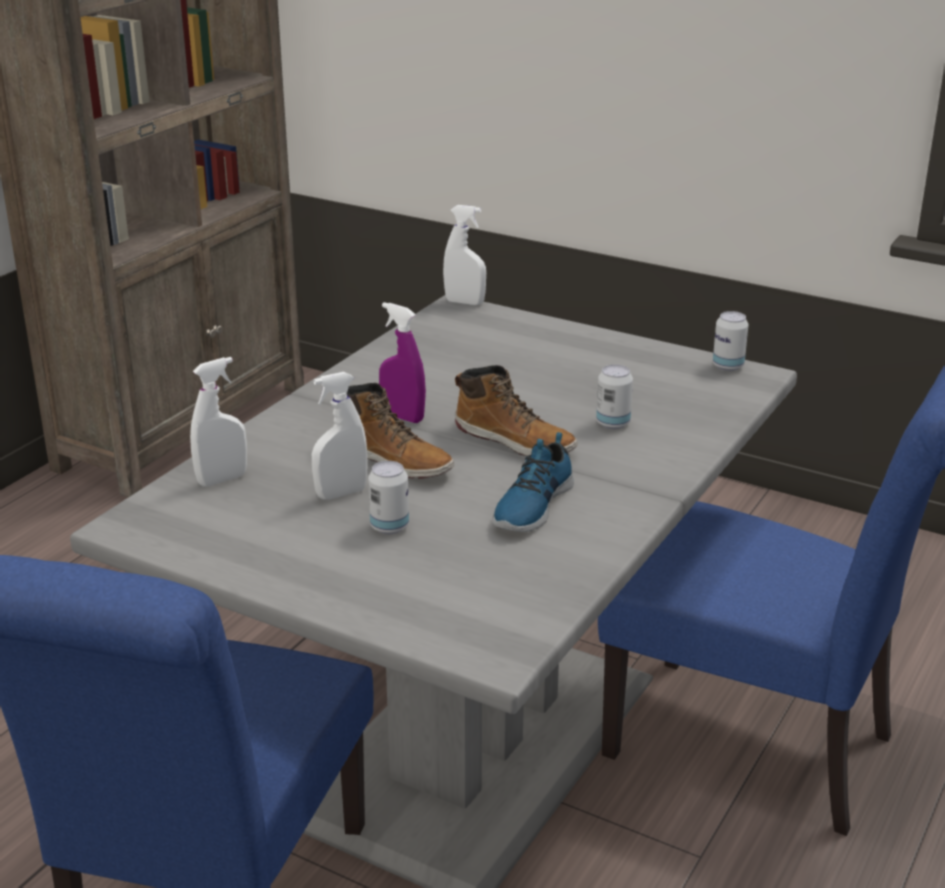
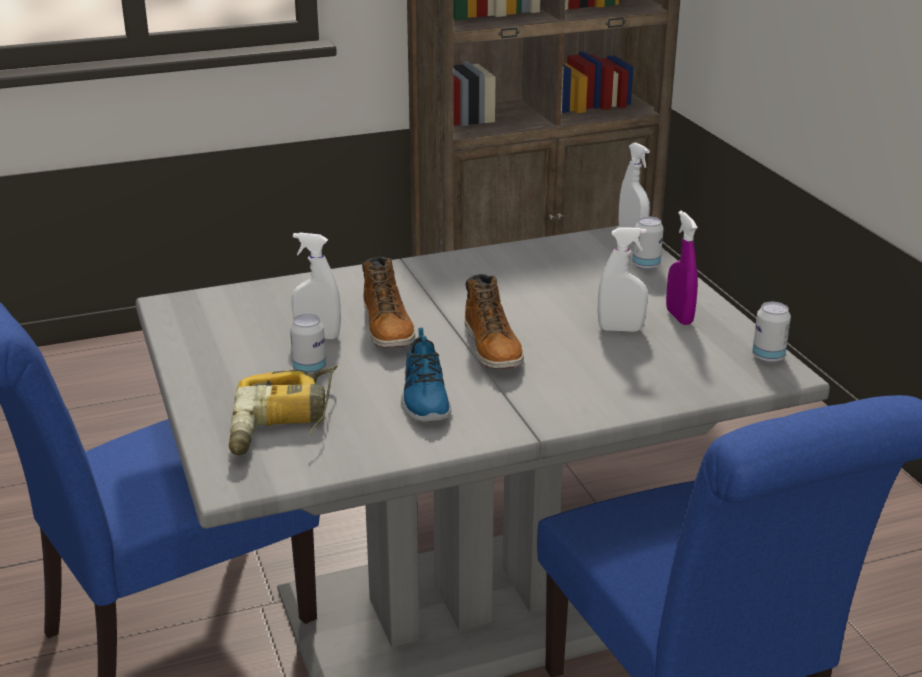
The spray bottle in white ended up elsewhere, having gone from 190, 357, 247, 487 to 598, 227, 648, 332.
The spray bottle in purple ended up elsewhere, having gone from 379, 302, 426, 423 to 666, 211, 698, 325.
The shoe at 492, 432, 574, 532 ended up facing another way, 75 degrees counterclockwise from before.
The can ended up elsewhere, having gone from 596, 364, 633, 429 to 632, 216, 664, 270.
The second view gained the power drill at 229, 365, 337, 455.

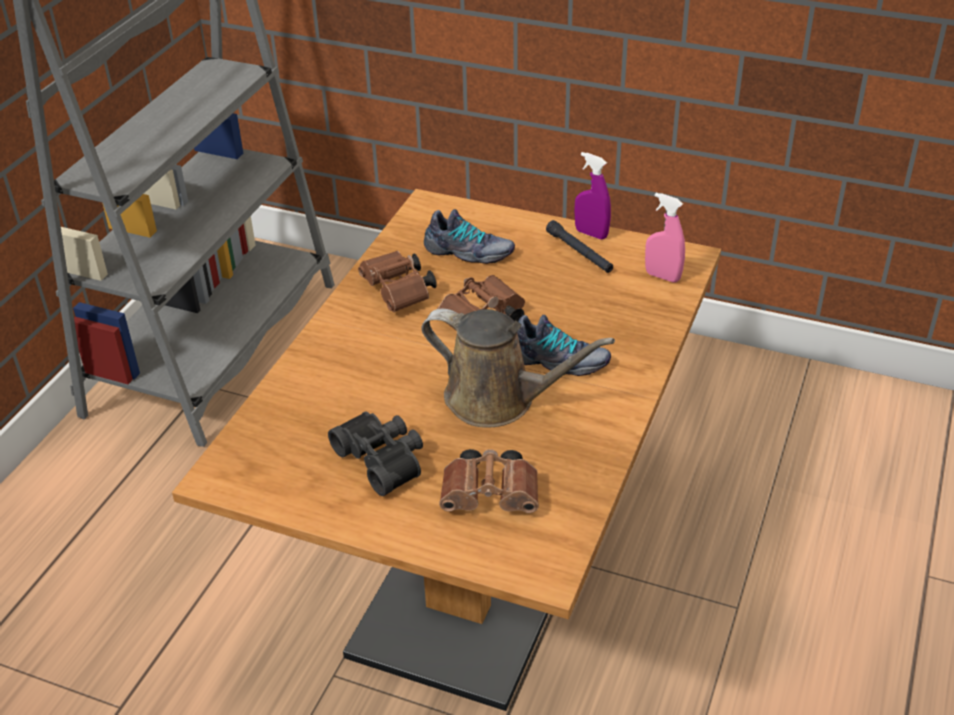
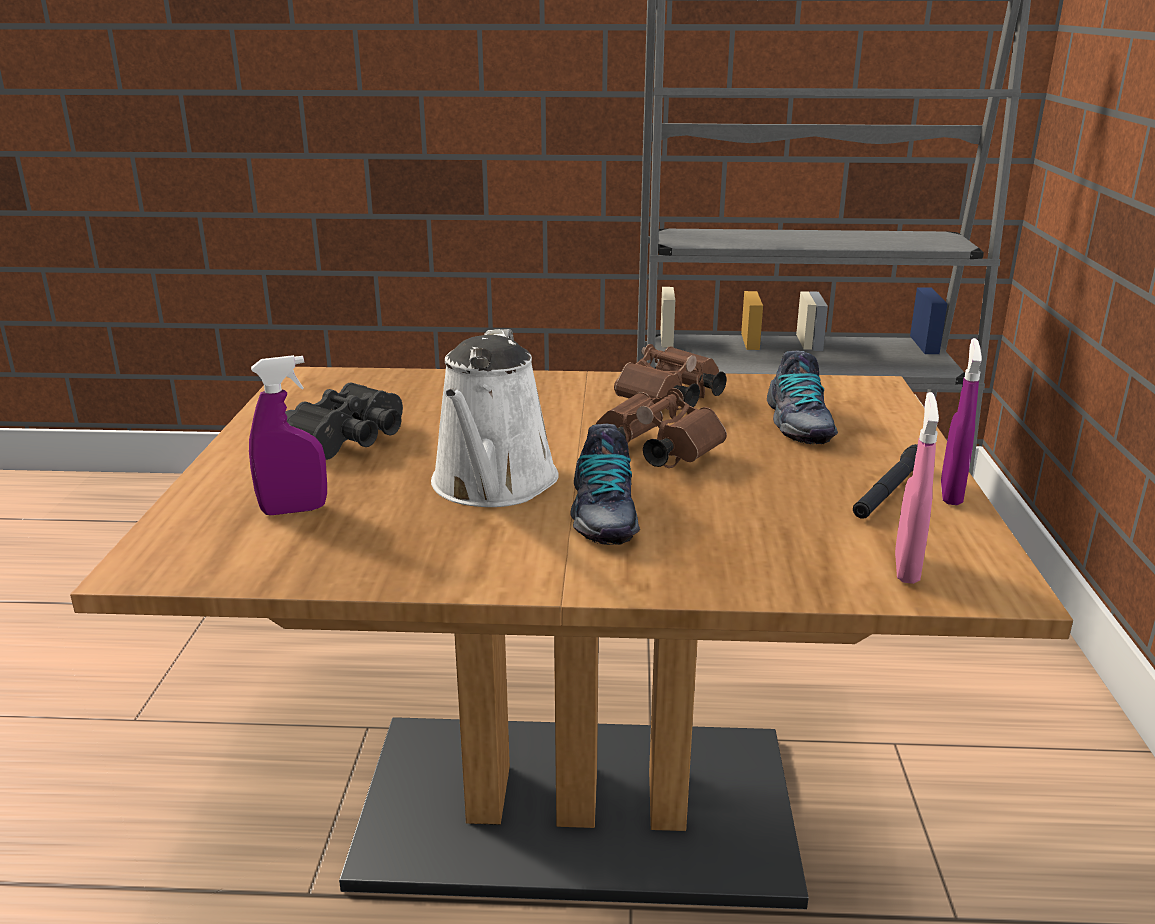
What was the watering can in brown at 421, 309, 615, 428 turned into the watering can in white at 431, 329, 559, 507.
Where the binoculars in brown stood at 439, 449, 539, 513, the spray bottle in purple came to stand at 249, 355, 327, 515.

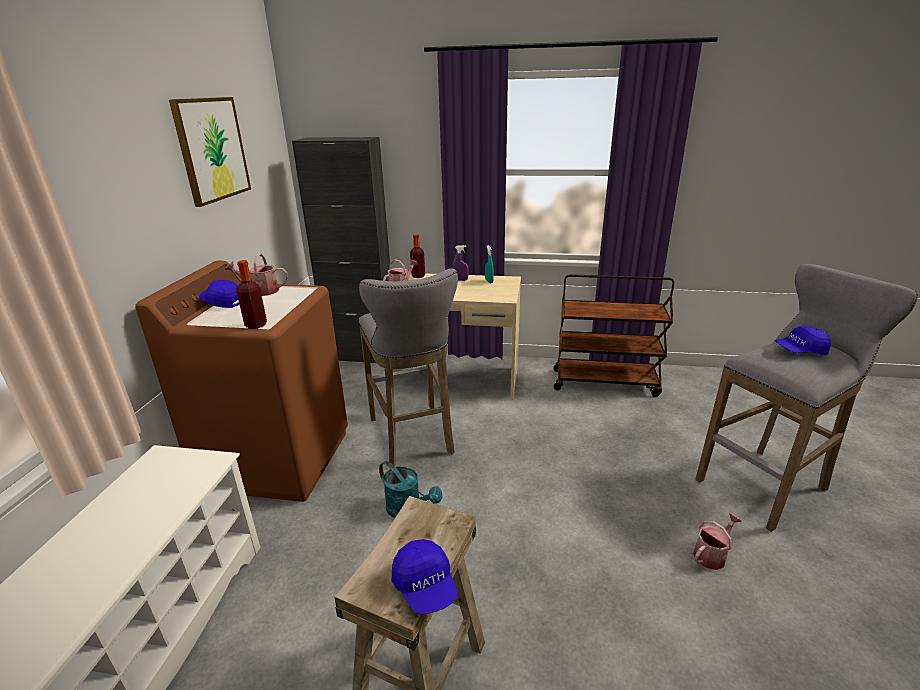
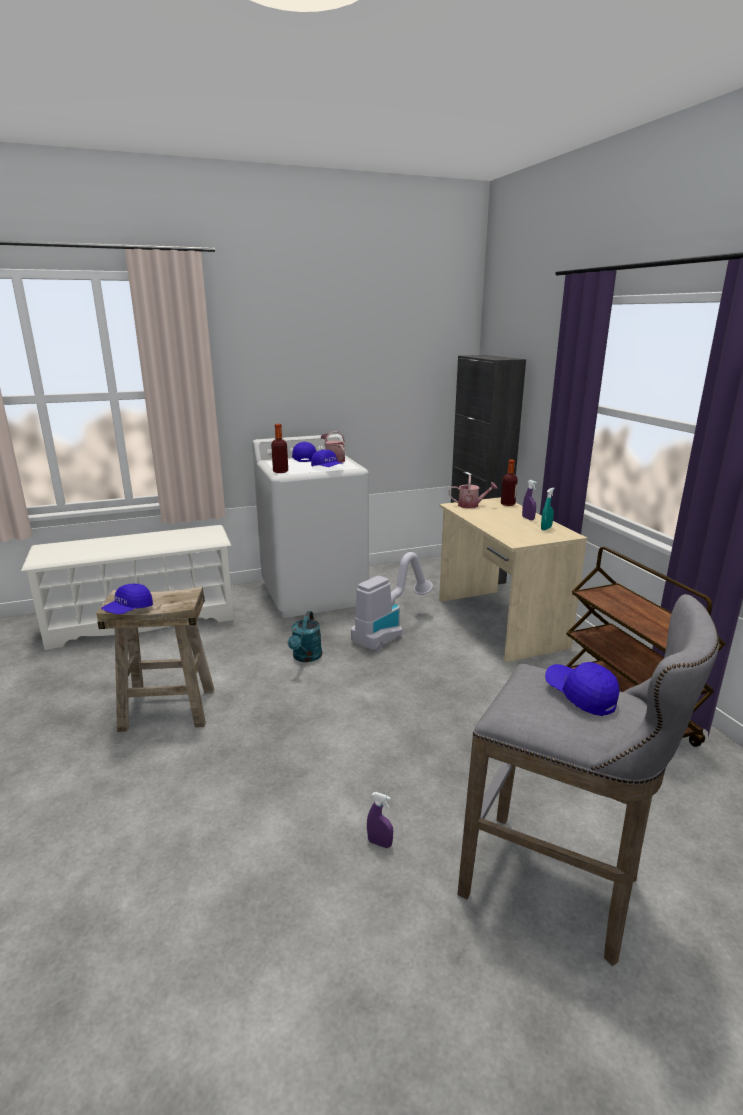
What was the washing machine in brown at 135, 261, 348, 502 turned into the washing machine in white at 252, 434, 369, 618.
The second view lost the picture at 169, 97, 251, 207.
Where the stool in grey stood at 358, 268, 458, 466, the vacuum cleaner came to stand at 351, 552, 433, 651.
Where the watering can stood at 693, 513, 742, 570, the spray bottle in purple came to stand at 367, 792, 393, 848.
The second view gained the cap in blue at 311, 450, 344, 467.

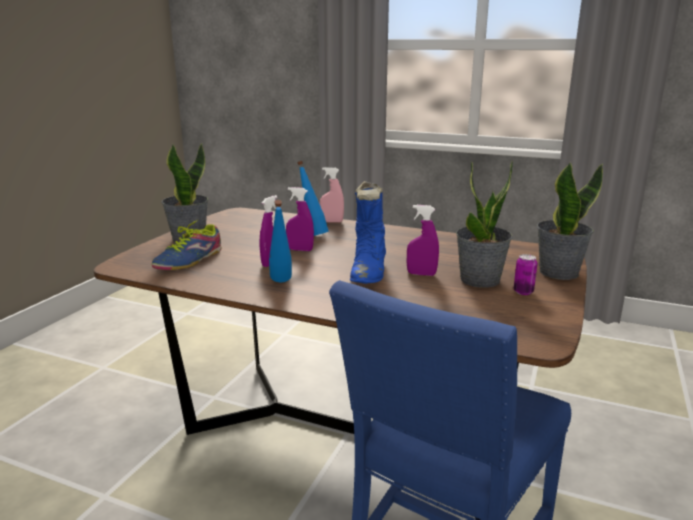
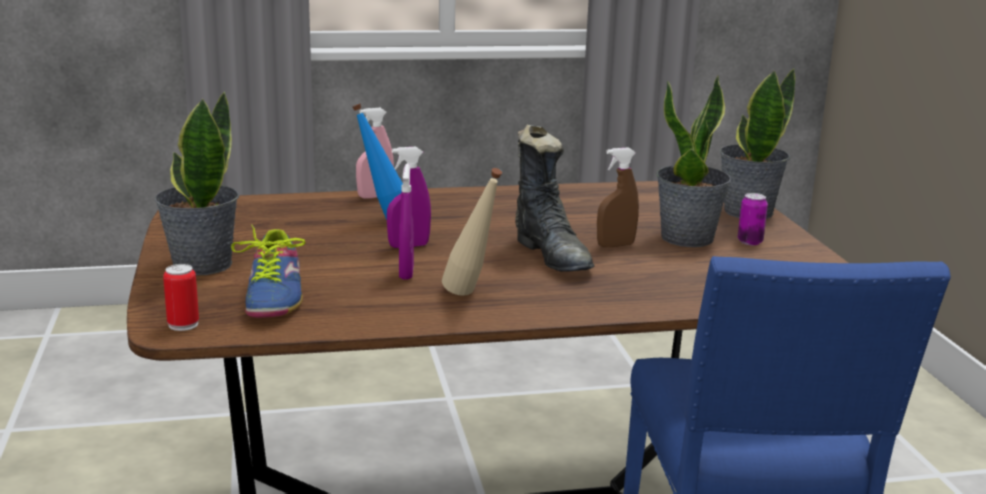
What was the bottle in blue at 269, 200, 292, 282 turned into the bottle in beige at 442, 168, 502, 296.
What was the boot in blue at 350, 181, 386, 284 turned into the boot in black at 515, 125, 594, 272.
What was the spray bottle in purple at 407, 205, 439, 276 turned into the spray bottle in brown at 597, 147, 639, 247.
The second view gained the can at 163, 264, 199, 331.

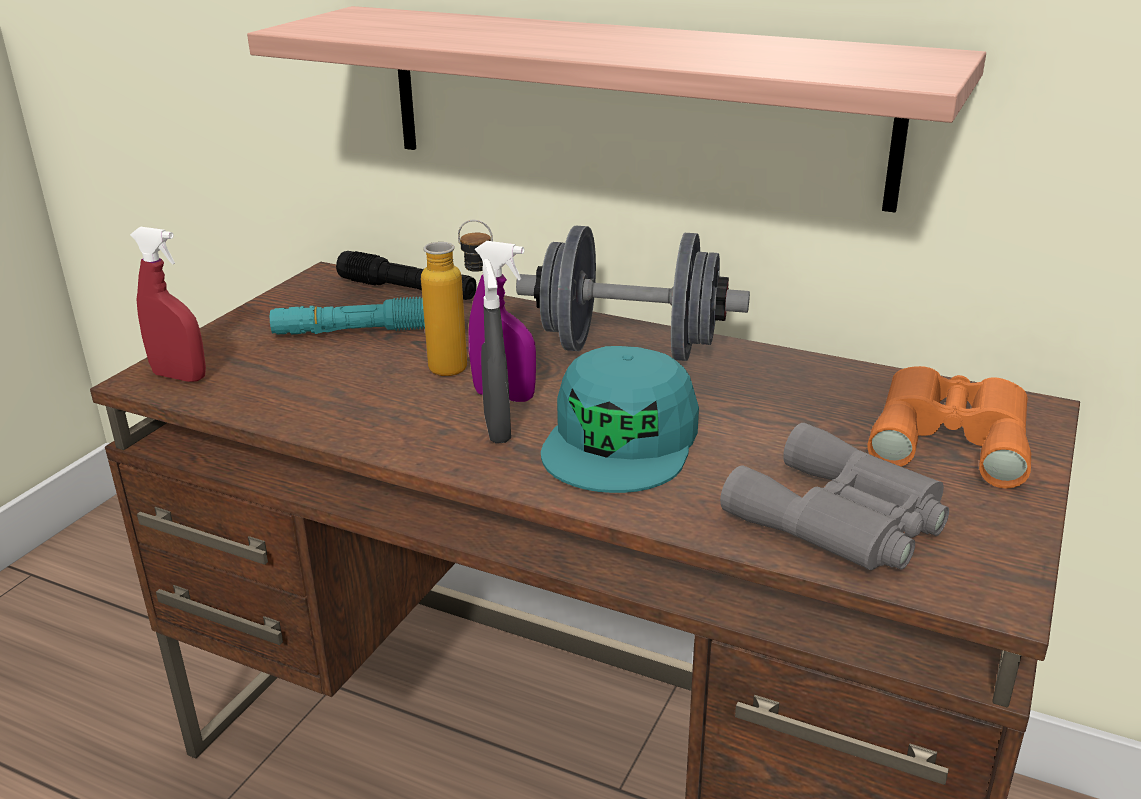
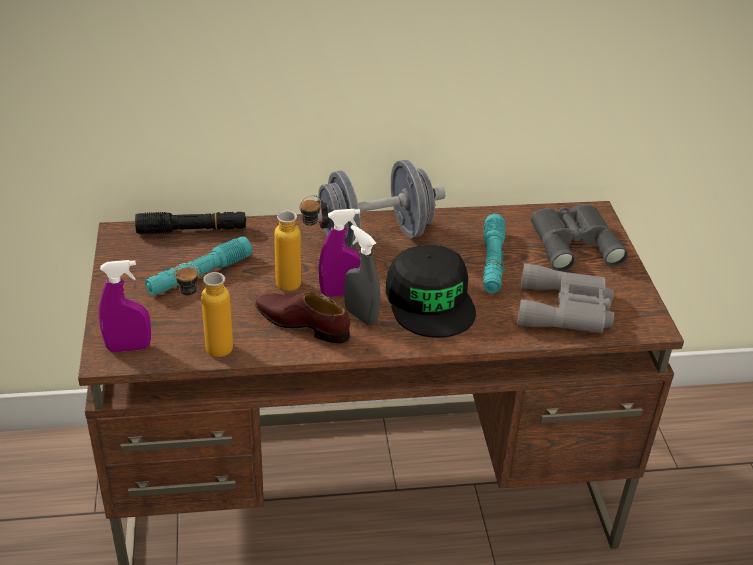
What was the spray bottle in red at 130, 227, 206, 382 turned into the spray bottle in purple at 99, 260, 151, 352.
The second view lost the shelf at 247, 6, 986, 213.
What was the cap in turquoise at 541, 346, 699, 493 turned into the cap in black at 386, 245, 476, 338.
What was the binoculars in orange at 868, 366, 1031, 489 turned into the binoculars in grey at 531, 205, 628, 272.
The second view gained the bottle at 174, 263, 233, 357.
The second view gained the shoe in brown at 255, 291, 350, 344.
The second view gained the flashlight in turquoise at 483, 214, 506, 294.

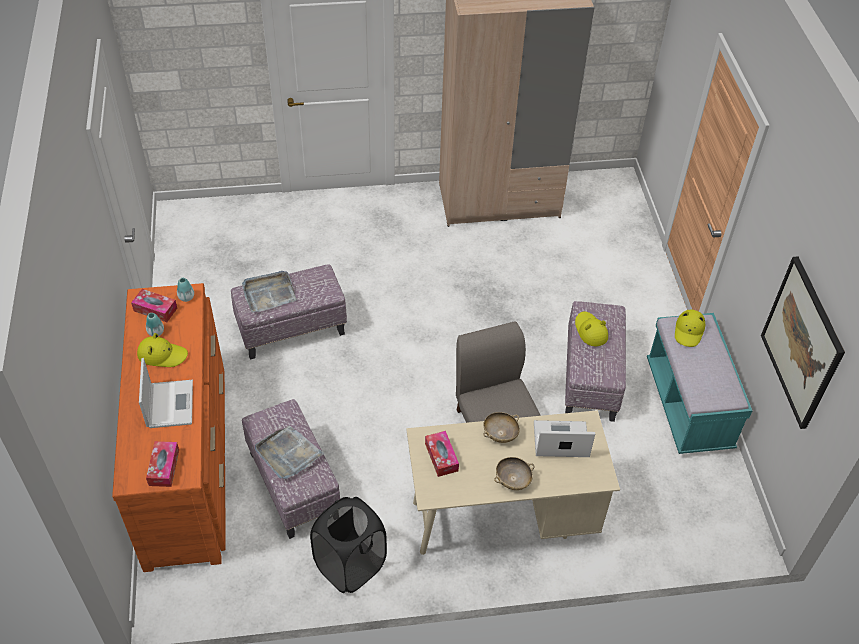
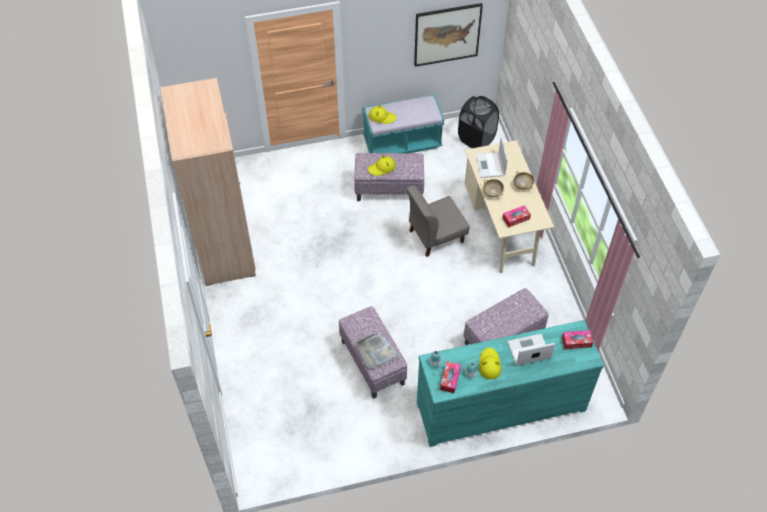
What was the dresser in orange at 112, 283, 226, 572 turned into the dresser in turquoise at 417, 320, 604, 447.
The second view lost the tray in grey at 255, 425, 325, 479.
The laundry basket in black ended up elsewhere, having gone from 310, 497, 387, 593 to 458, 96, 499, 148.

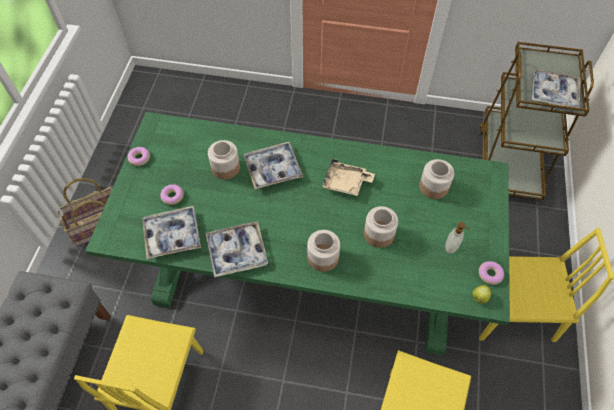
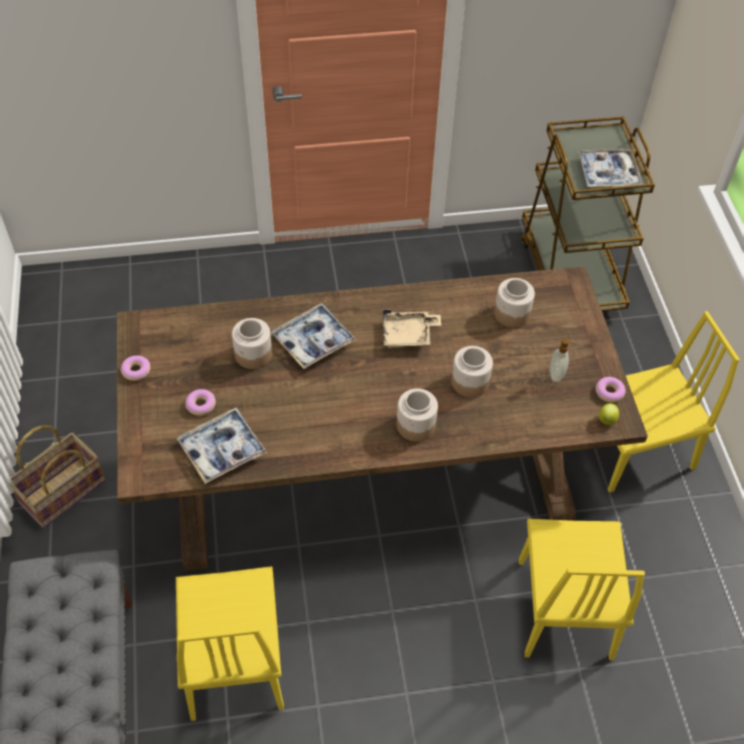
What was the dining table in green at 85, 112, 510, 355 turned into the dining table in brown at 117, 266, 648, 571.
The second view lost the tray at 206, 221, 268, 277.

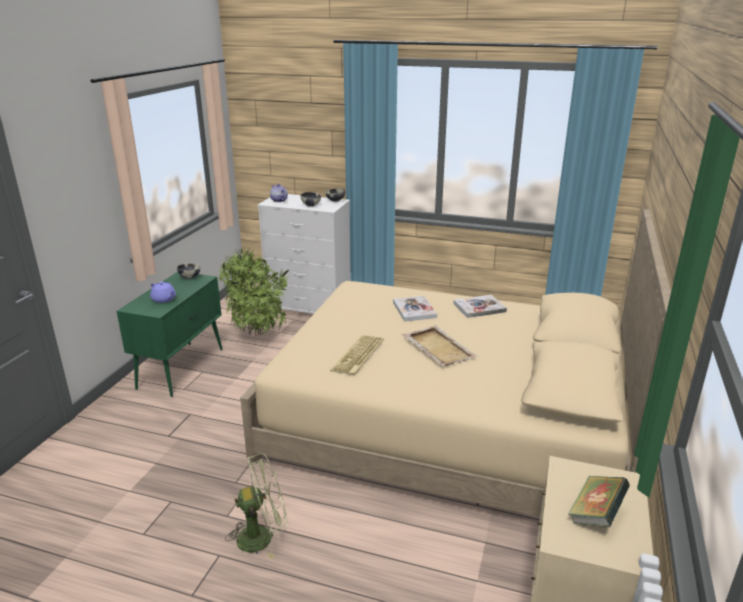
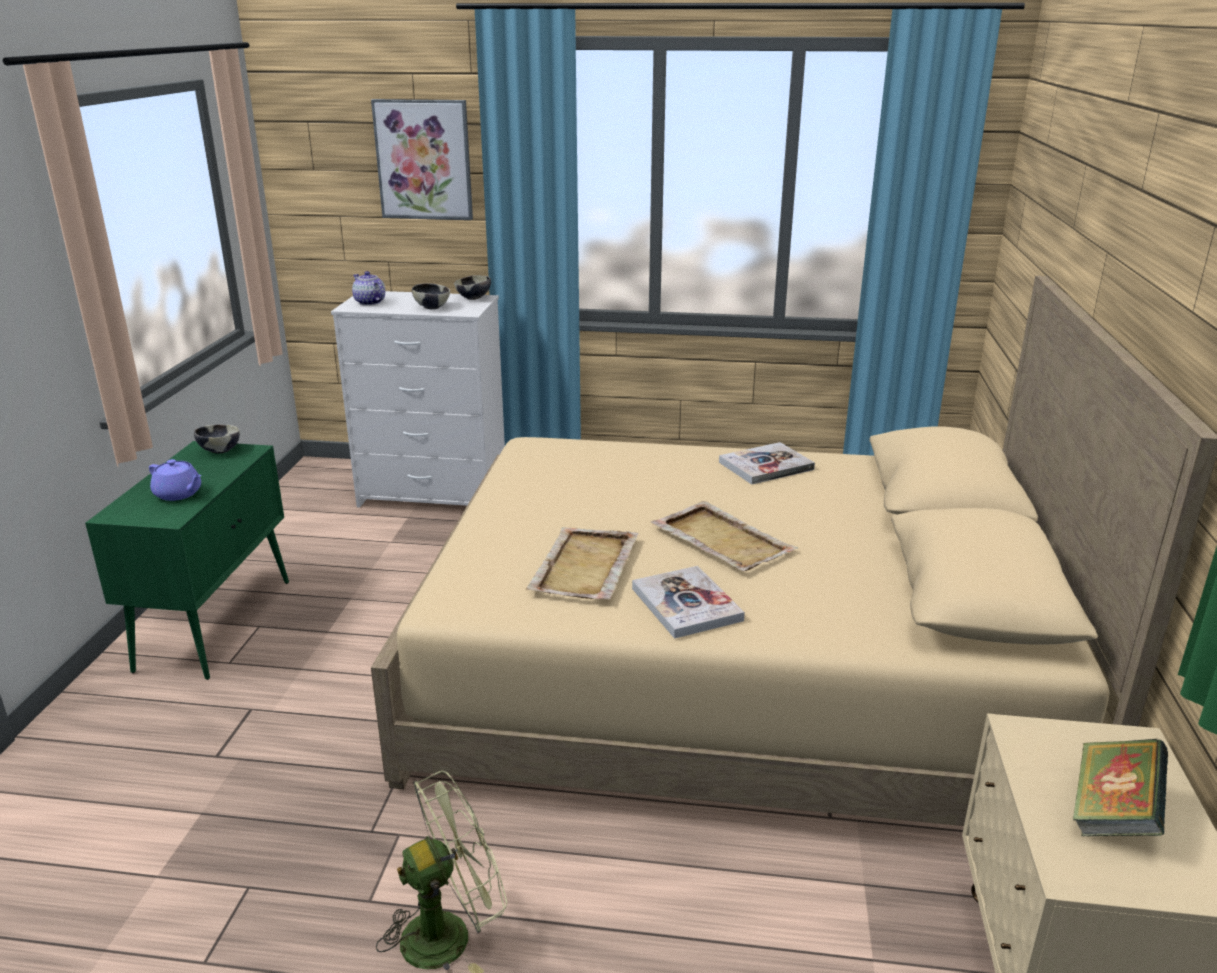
The second view lost the potted plant at 219, 248, 290, 336.
Where the keyboard stood at 330, 335, 384, 375, the tray in beige came to stand at 526, 527, 638, 599.
The book ended up elsewhere, having gone from 393, 296, 437, 322 to 632, 566, 745, 639.
The second view gained the picture at 371, 99, 473, 220.

